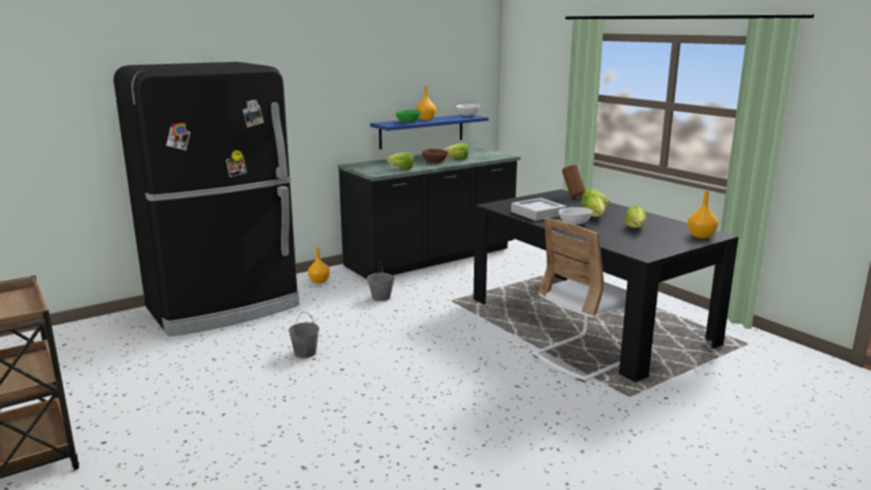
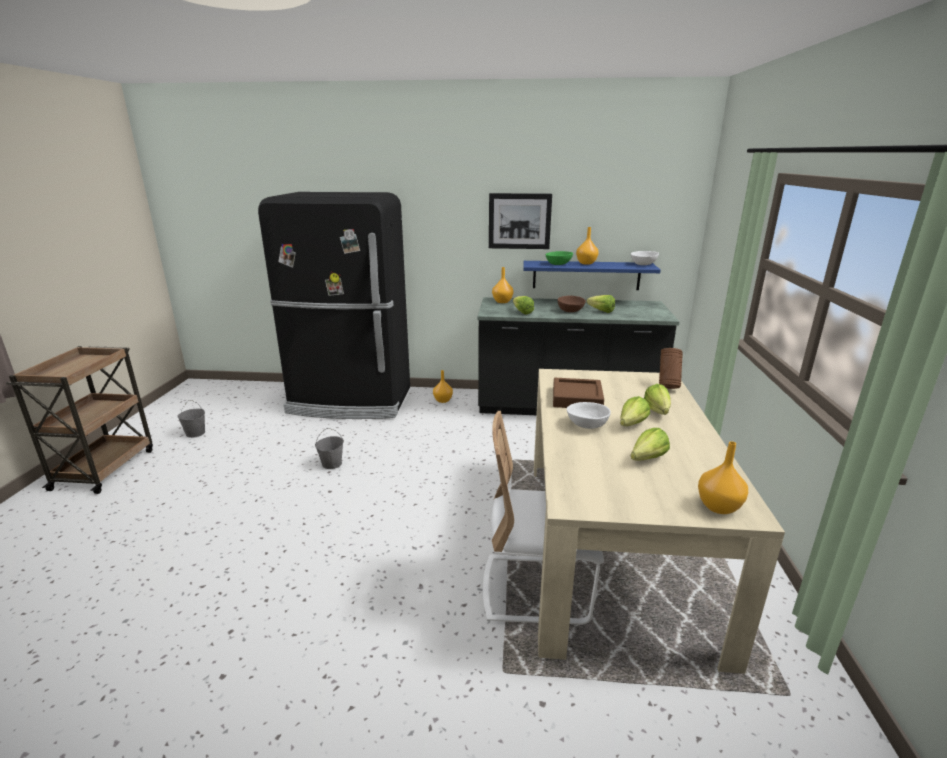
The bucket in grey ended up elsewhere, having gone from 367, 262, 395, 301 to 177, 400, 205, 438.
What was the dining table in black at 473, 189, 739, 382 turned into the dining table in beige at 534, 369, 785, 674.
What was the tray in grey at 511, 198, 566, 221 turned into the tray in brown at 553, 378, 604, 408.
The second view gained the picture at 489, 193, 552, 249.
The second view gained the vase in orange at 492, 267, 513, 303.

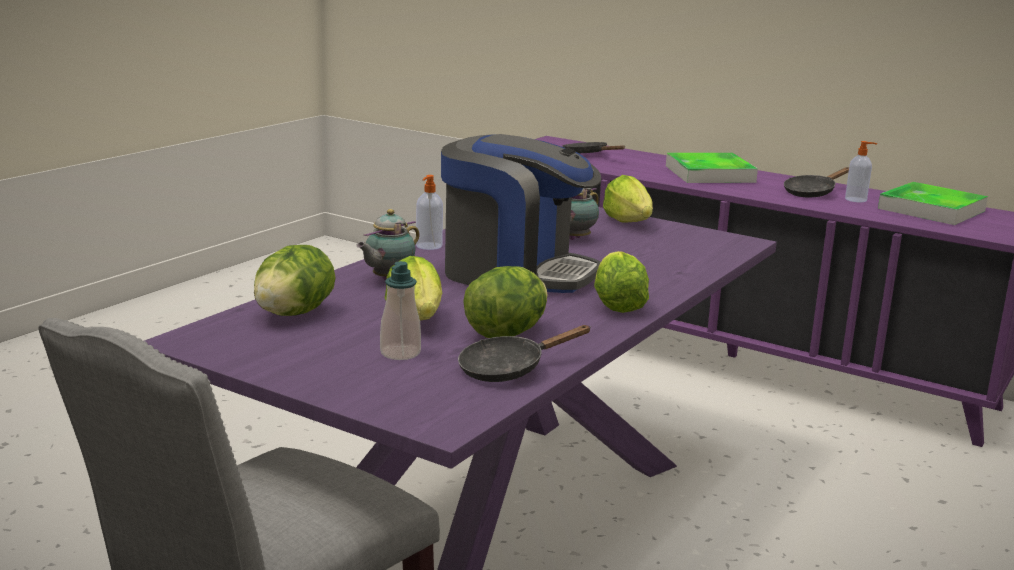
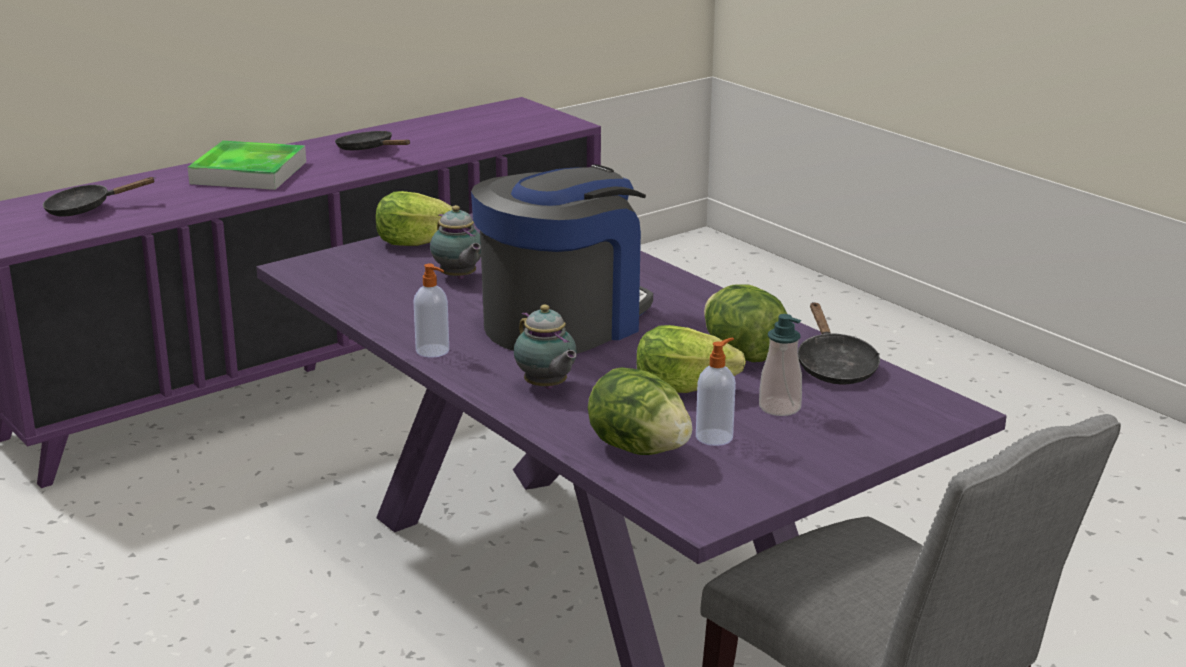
The second view lost the lettuce at 594, 251, 649, 313.
The frying pan in black at 784, 167, 849, 197 ended up facing another way, 150 degrees clockwise from before.
The soap dispenser ended up elsewhere, having gone from 845, 141, 878, 202 to 696, 338, 736, 446.
The second view lost the tray at 878, 182, 988, 225.

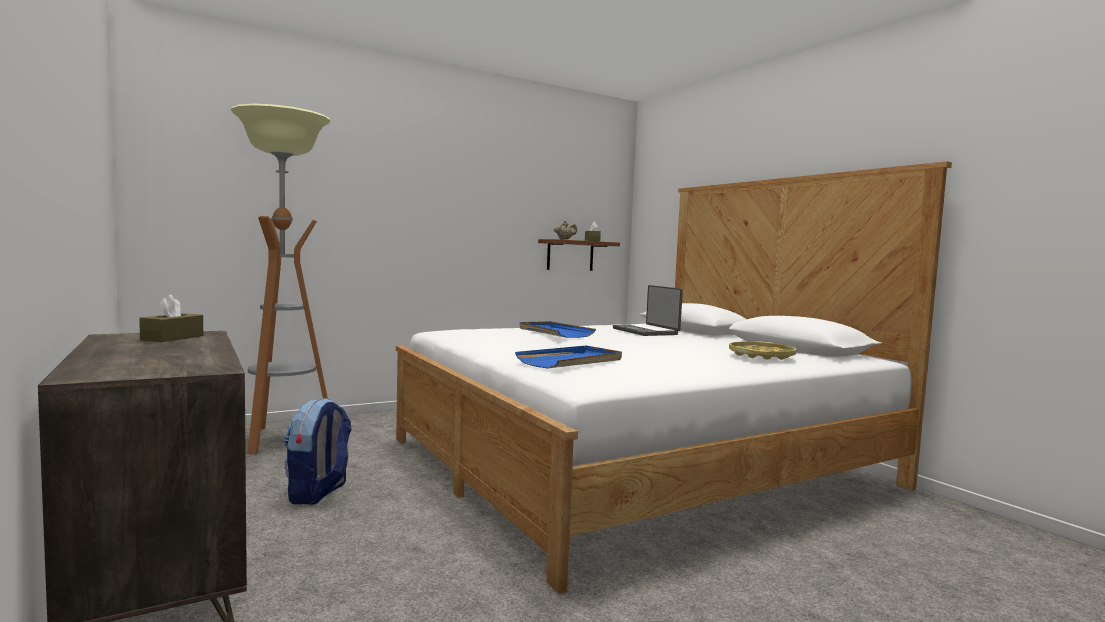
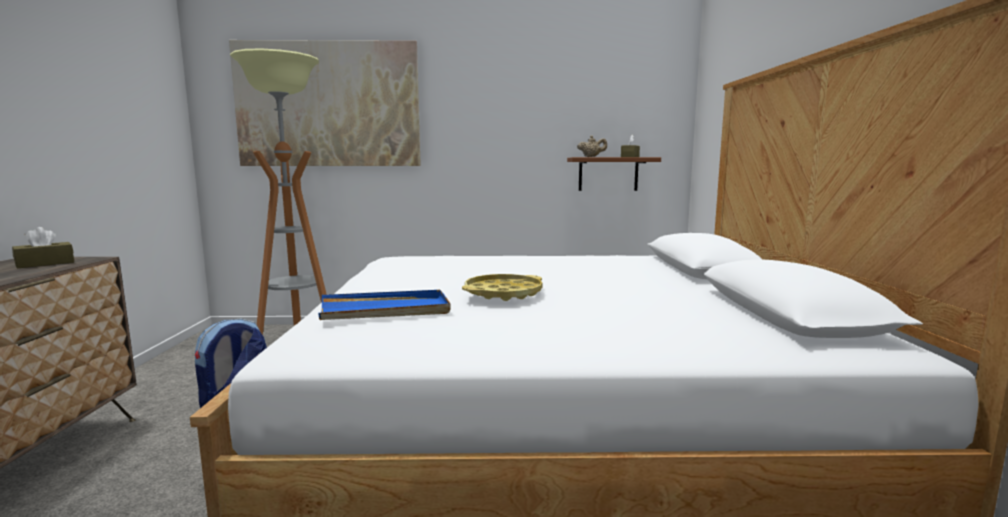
The second view lost the tray in blue at 520, 321, 596, 338.
The second view lost the laptop at 613, 285, 683, 336.
The tray in yellow ended up elsewhere, having gone from 729, 341, 796, 360 to 462, 274, 542, 301.
The second view gained the picture at 229, 40, 421, 166.

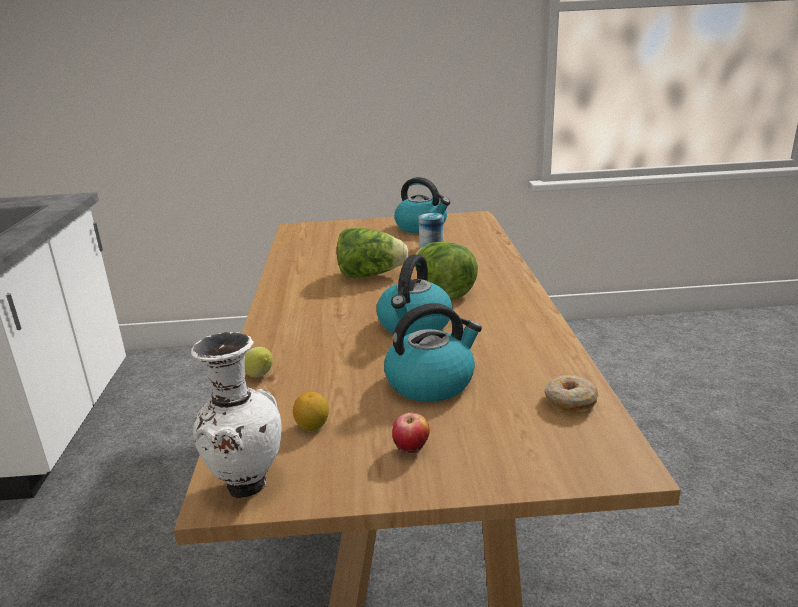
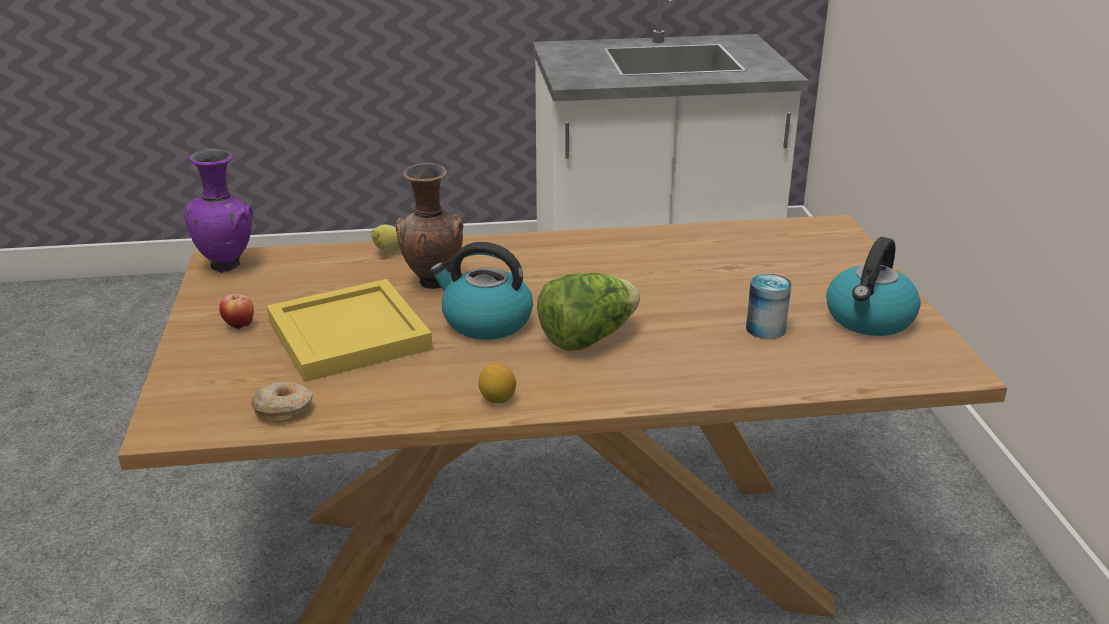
What was the vase in white at 191, 332, 282, 498 turned into the vase in purple at 184, 149, 253, 273.
The lemon ended up elsewhere, having gone from 293, 392, 329, 431 to 478, 364, 516, 403.
The second view lost the lettuce at 337, 228, 409, 278.
Where the kettle stood at 384, 303, 482, 402, the tray in yellow came to stand at 267, 279, 433, 382.
The second view gained the vase in brown at 396, 163, 463, 289.

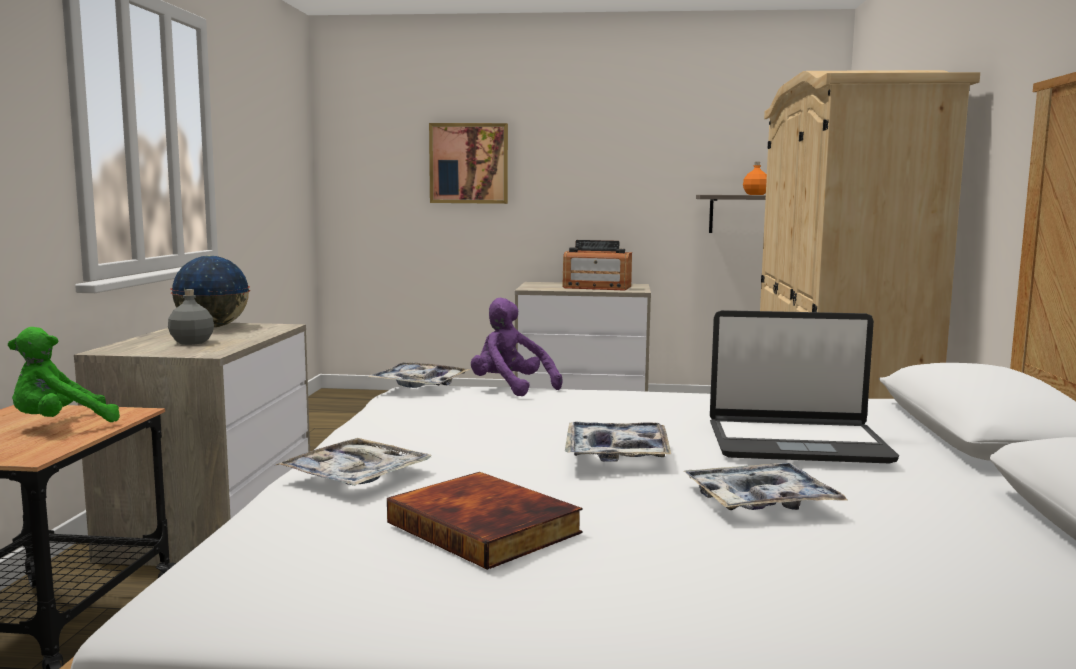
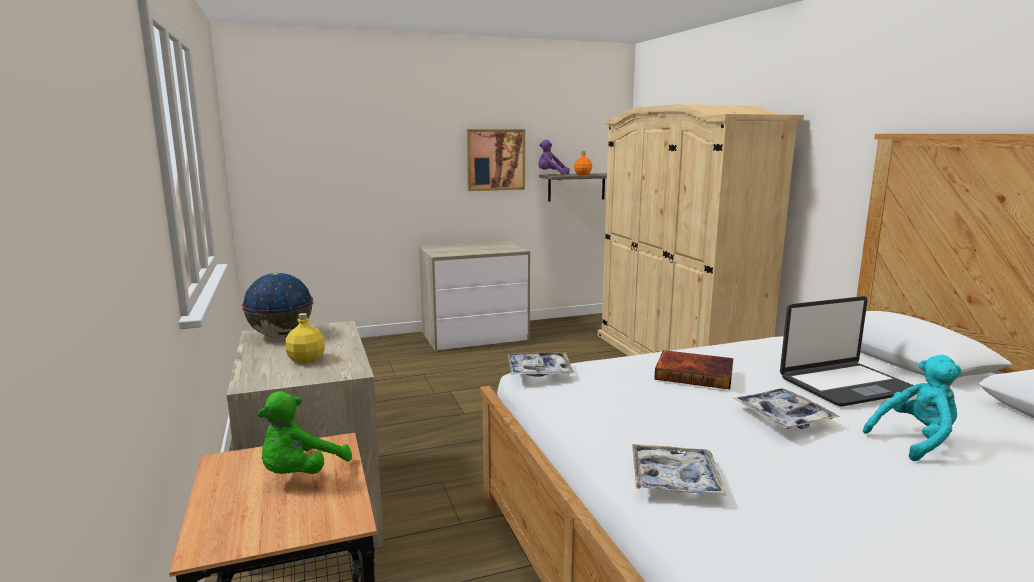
What was the bottle in grey at 168, 289, 214, 345 turned into the bottle in yellow at 286, 313, 325, 364.
The book ended up elsewhere, having gone from 387, 472, 582, 570 to 654, 350, 733, 390.
The picture ended up elsewhere, having gone from 429, 123, 508, 204 to 467, 129, 525, 191.
The plush toy in purple ended up elsewhere, having gone from 471, 298, 563, 397 to 538, 139, 570, 174.
The second view lost the radio at 562, 240, 632, 291.
Where the tray stood at 684, 463, 847, 510, the plush toy in turquoise came to stand at 863, 355, 962, 461.

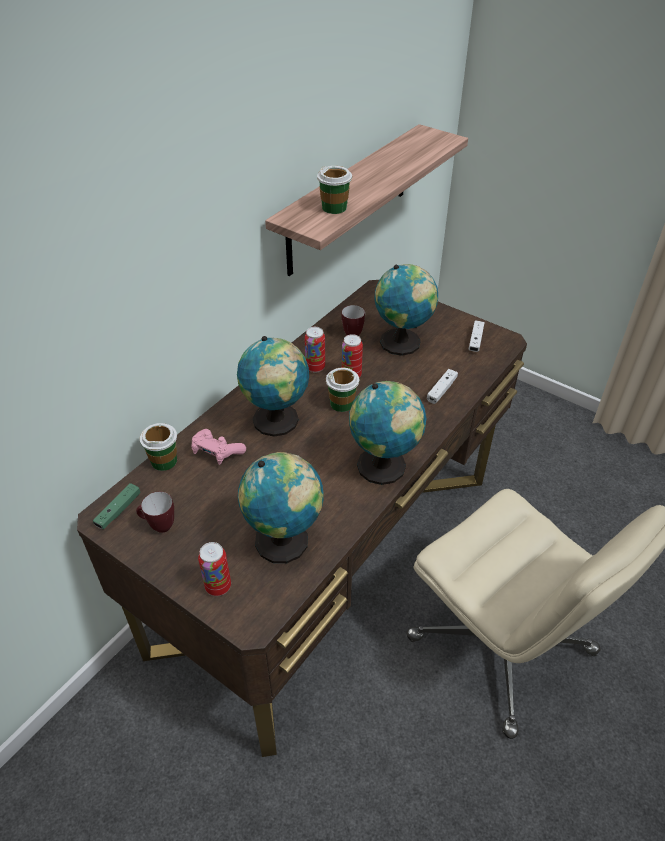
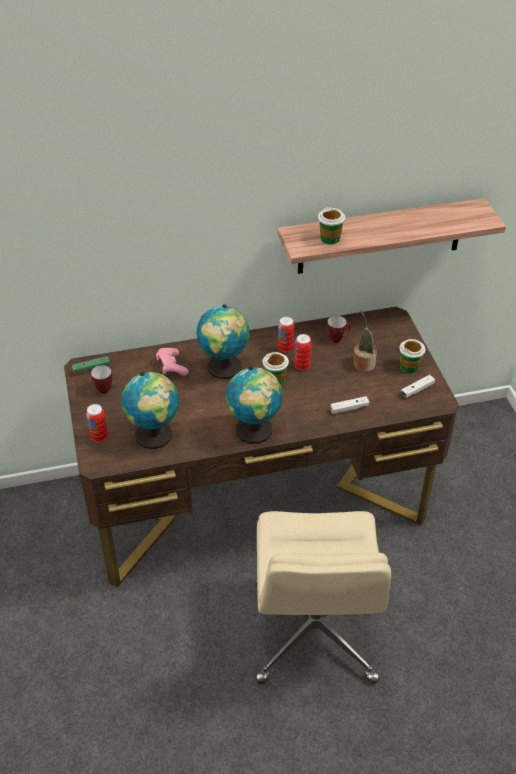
The cup ended up elsewhere, having gone from 140, 423, 177, 471 to 399, 339, 425, 373.
Where the globe stood at 374, 264, 438, 356, the potted plant came to stand at 353, 310, 377, 372.

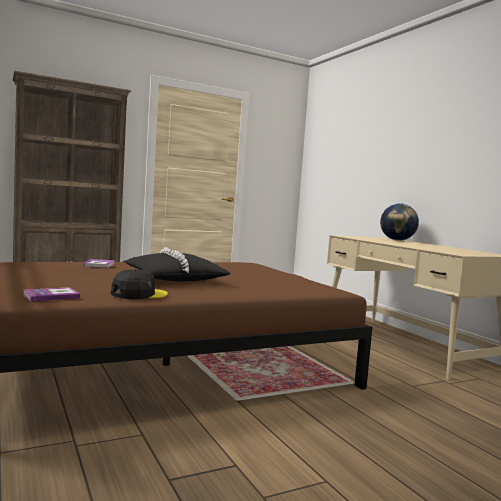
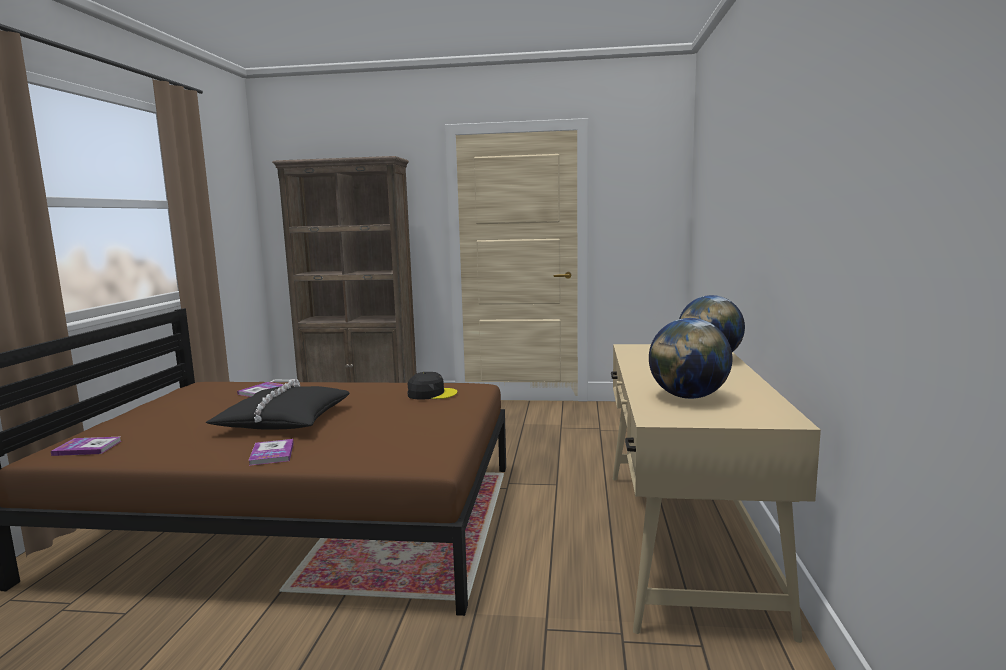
The cap in black ended up elsewhere, having gone from 111, 269, 168, 299 to 407, 372, 458, 400.
The second view gained the book at 248, 439, 294, 466.
The second view gained the globe at 649, 318, 732, 399.

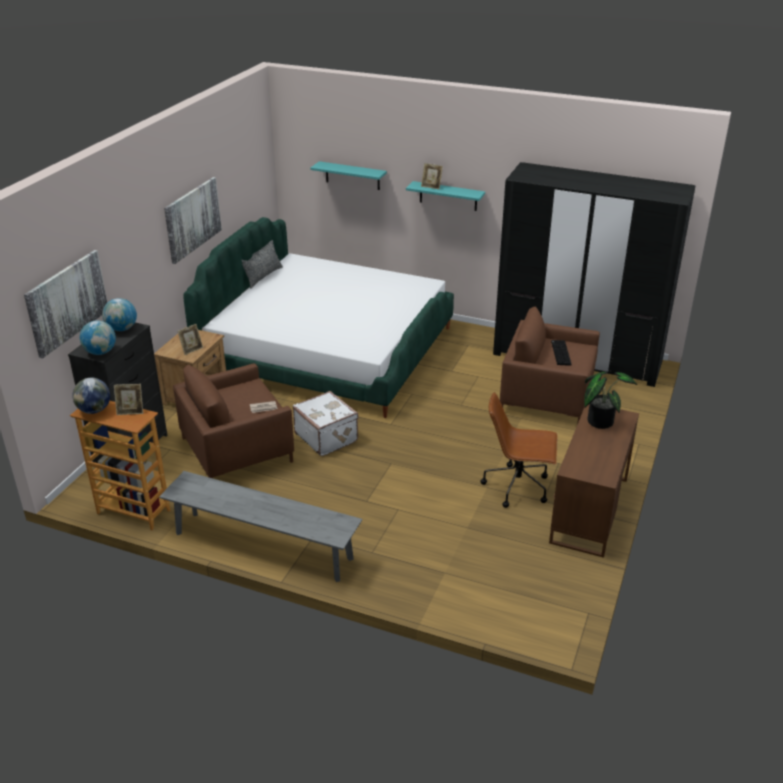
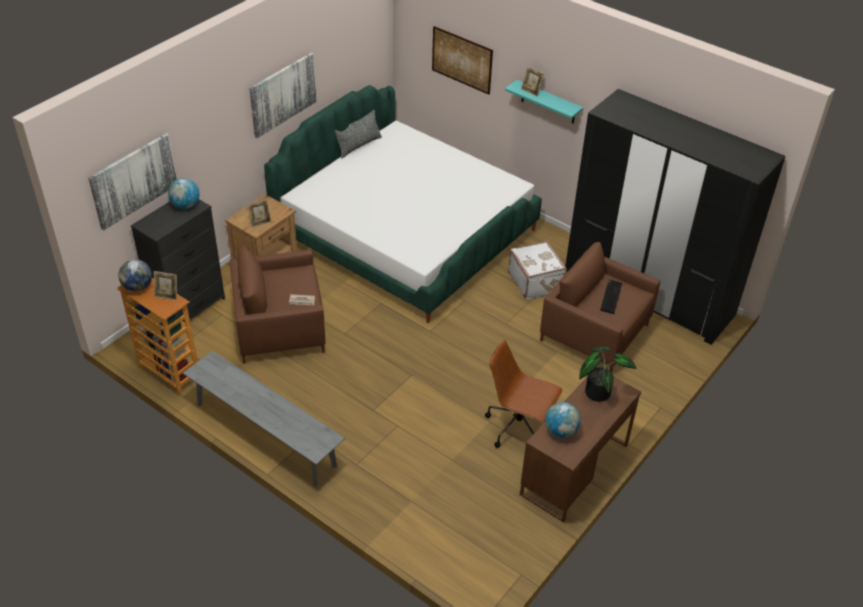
The globe ended up elsewhere, having gone from 80, 320, 116, 355 to 545, 402, 581, 438.
The suitcase in white ended up elsewhere, having gone from 293, 391, 359, 456 to 508, 241, 567, 300.
Where the shelf in turquoise hung at 310, 161, 387, 190, the picture came to hang at 432, 26, 493, 95.

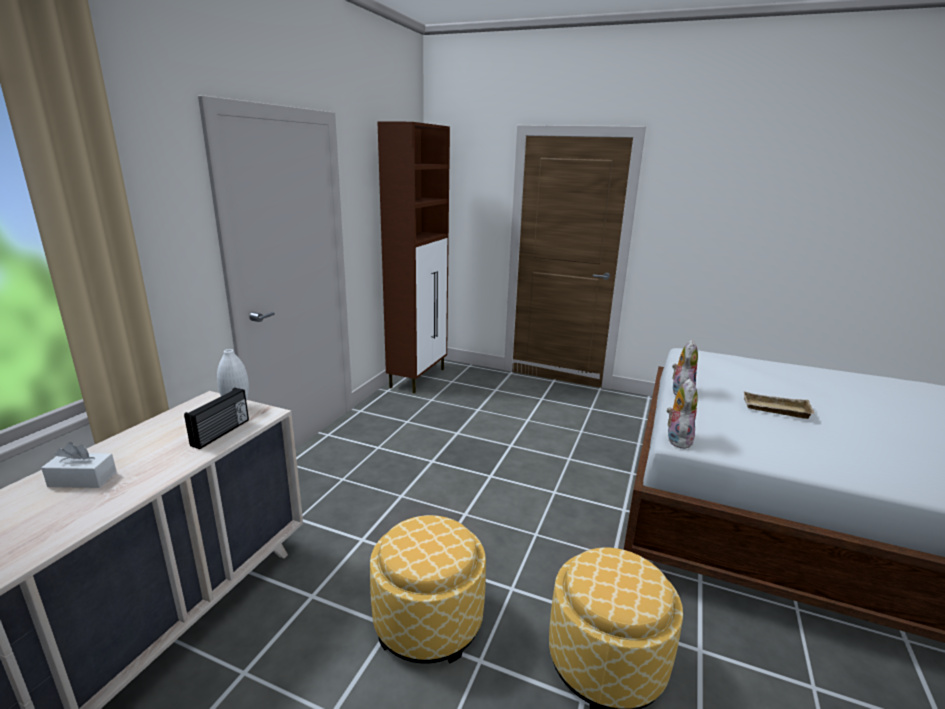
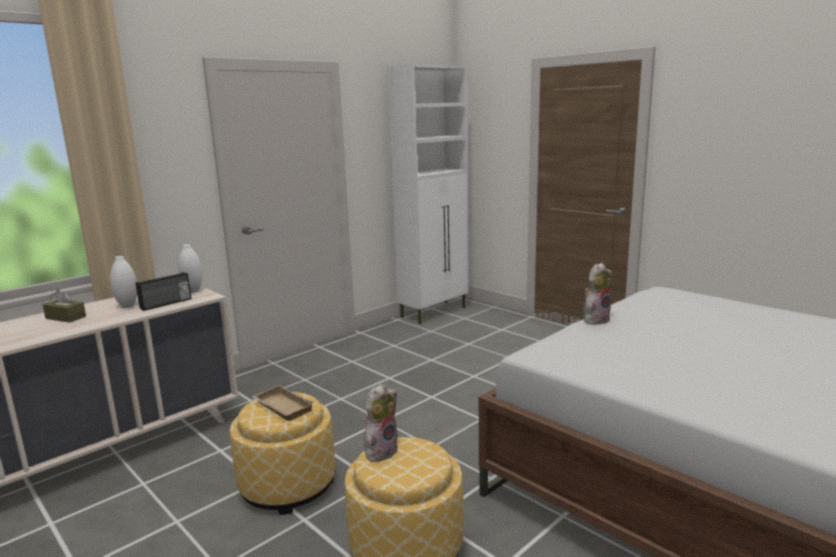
What was the tissue box in white at 41, 442, 117, 488 turned into the tissue box in brown at 43, 289, 86, 323.
What was the cabinet in brown at 377, 121, 450, 393 turned into the cabinet in white at 387, 64, 469, 324.
The plush toy ended up elsewhere, having gone from 667, 378, 698, 449 to 364, 384, 398, 462.
The tray in beige ended up elsewhere, having gone from 743, 391, 815, 419 to 252, 385, 315, 421.
The second view gained the vase in white at 110, 256, 137, 308.

